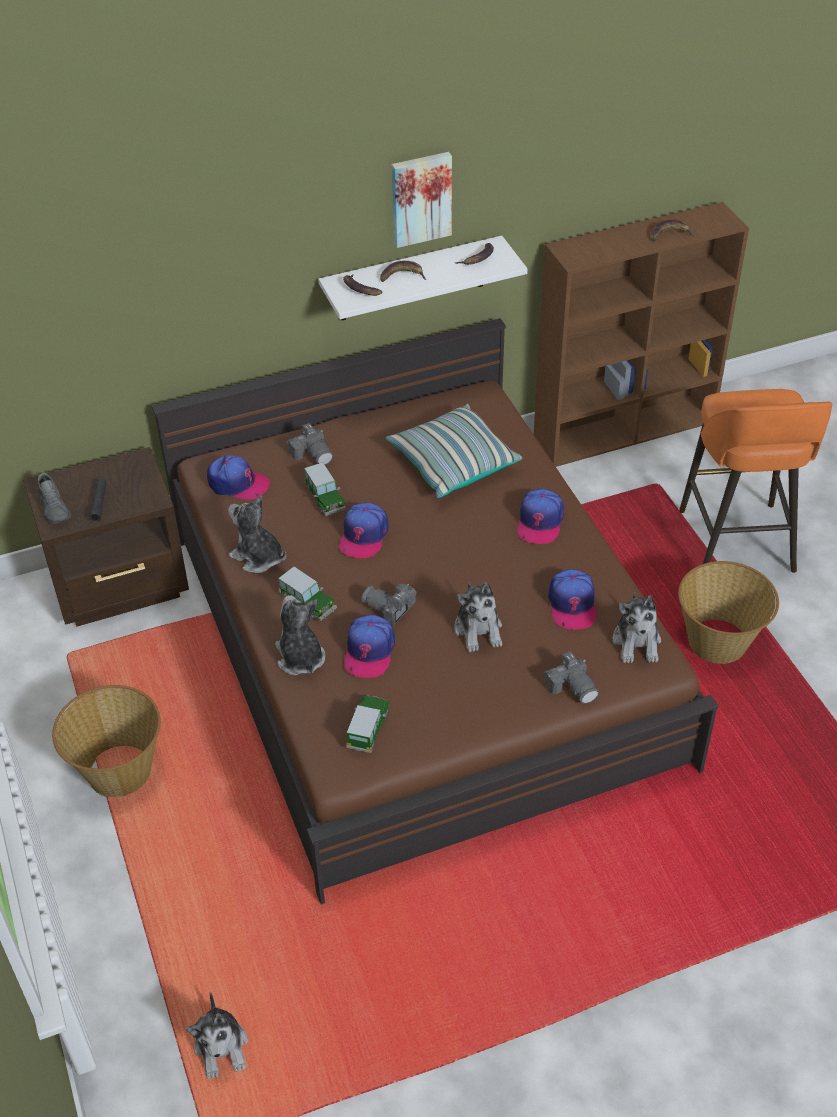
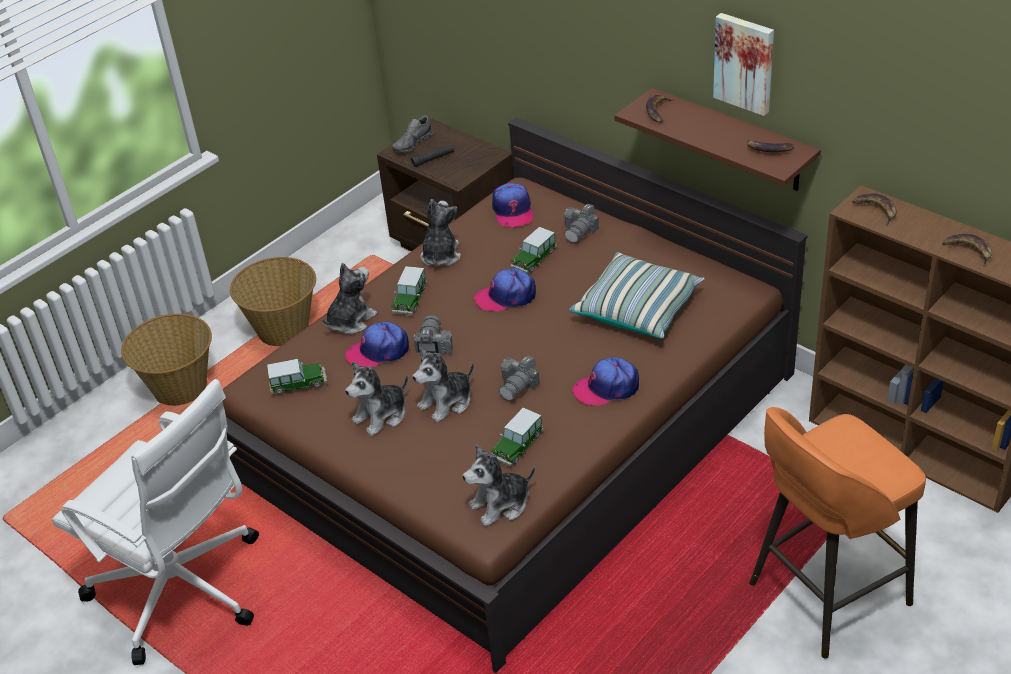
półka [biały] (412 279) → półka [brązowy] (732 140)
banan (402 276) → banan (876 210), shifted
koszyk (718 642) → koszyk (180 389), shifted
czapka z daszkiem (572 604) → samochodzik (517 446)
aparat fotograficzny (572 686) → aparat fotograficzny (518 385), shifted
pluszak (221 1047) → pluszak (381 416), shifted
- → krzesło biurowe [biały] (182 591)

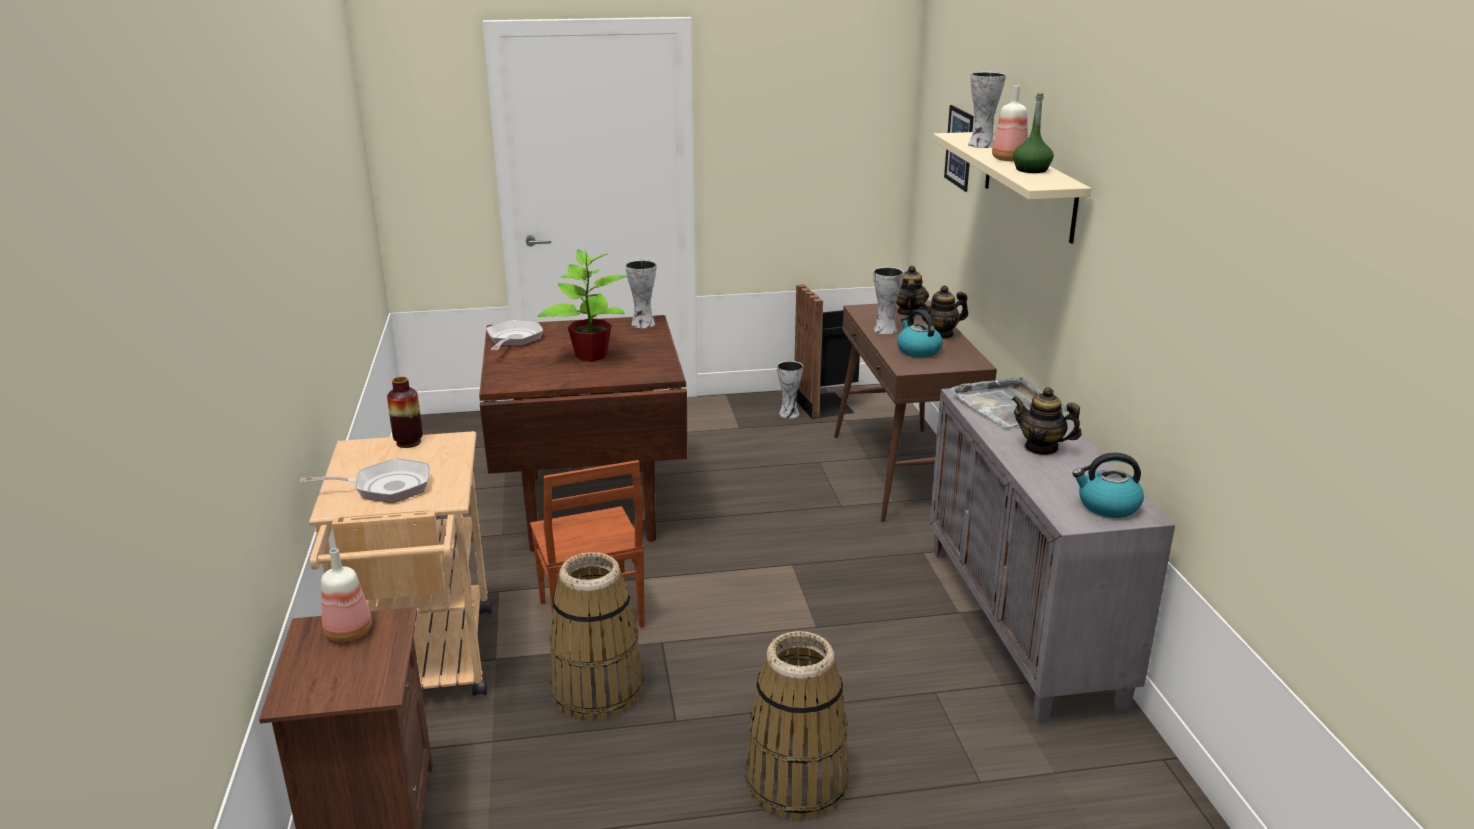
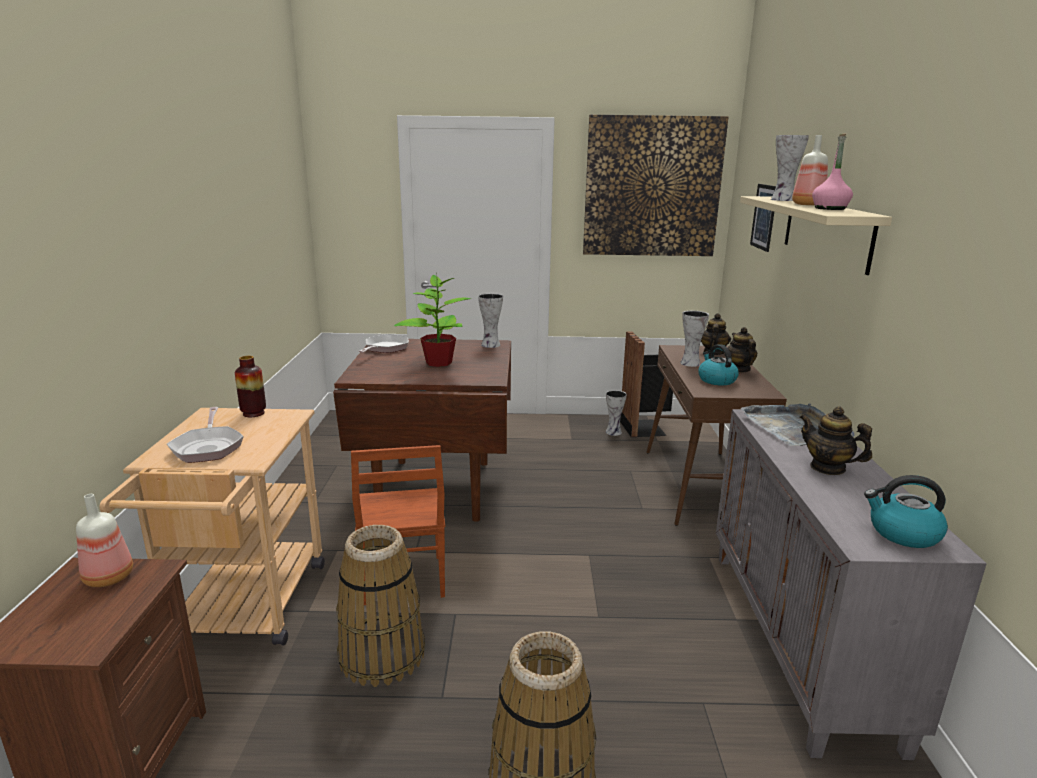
butelka [zielony] (1031 170) → butelka [różowy] (830 208)
imbryk (941 334) → imbryk (738 369), 90 degrees clockwise
patelnia (386 487) → patelnia (208 447), 75 degrees clockwise
- → obraz (652 187)

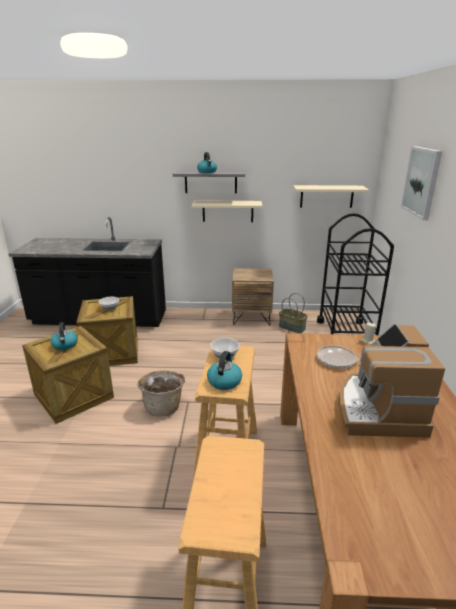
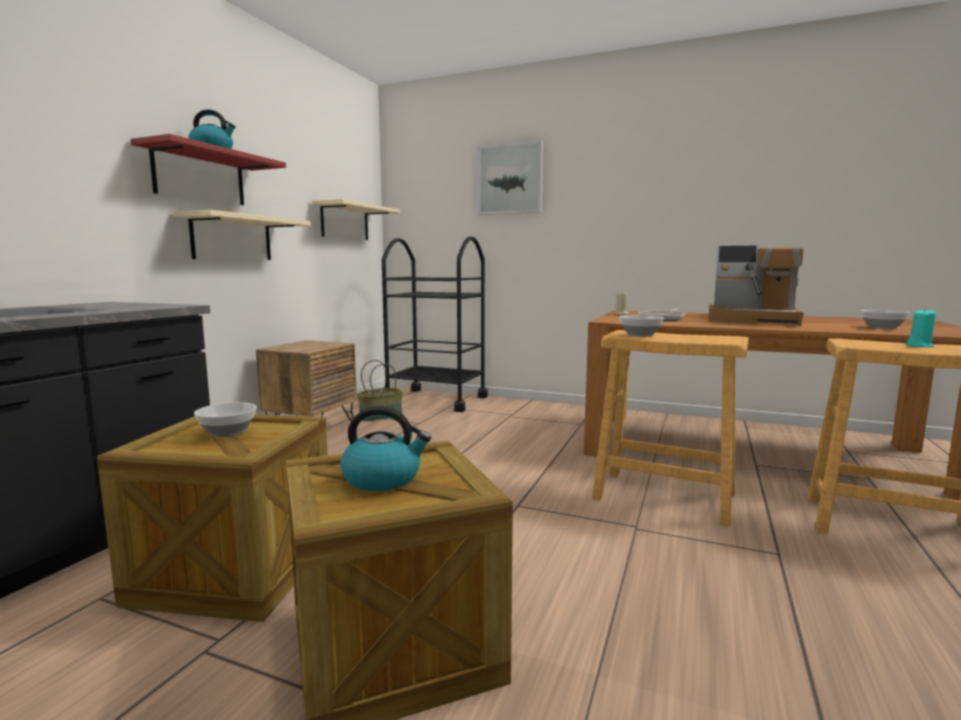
półka [szary] (210 182) → półka [czerwony] (200 176)
czajnik (224 381) → -
koszyk (163 406) → -
- → świeca [turkusowy] (919 346)
- → miska (883 328)

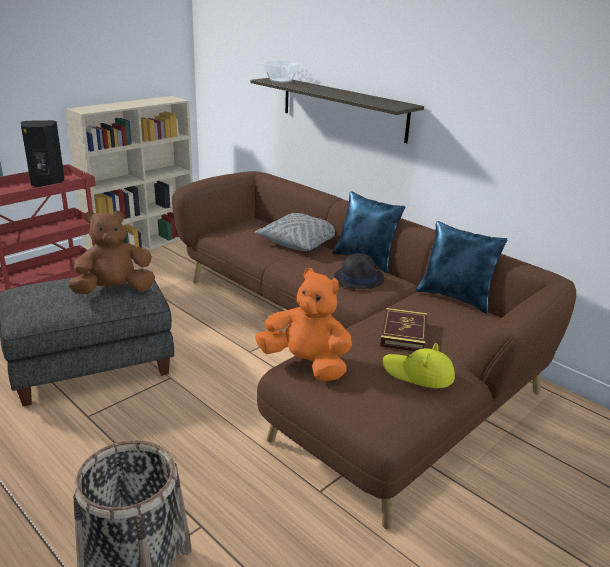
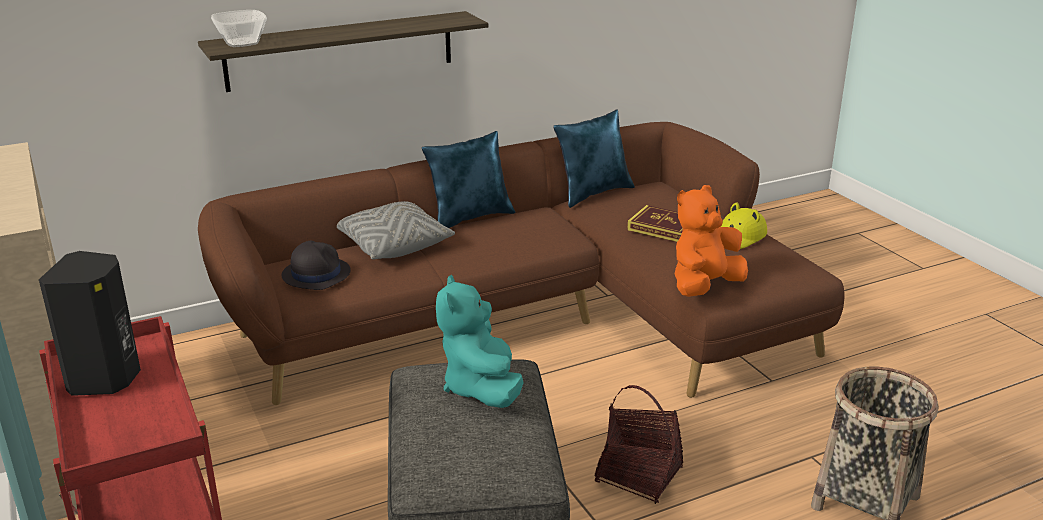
pluszak [brązowy] (114 290) → pluszak [turkusowy] (481 388)
kapelusz [czarny] (359 278) → kapelusz [czarny] (316 274), shifted
- → koszyk (639 475)

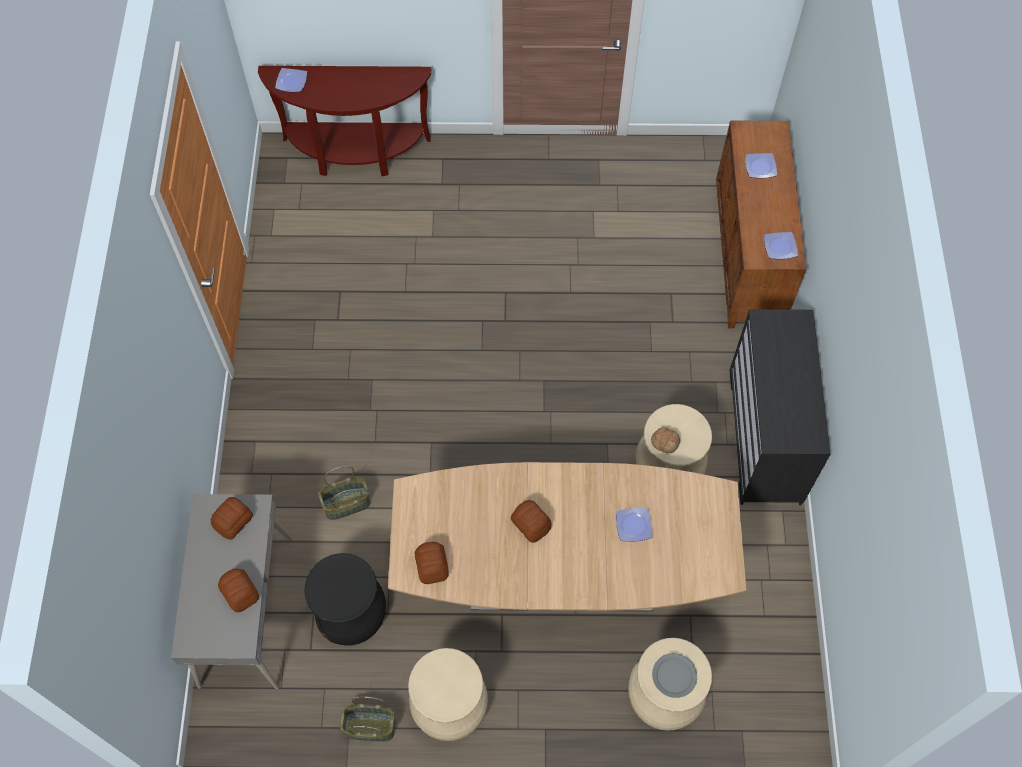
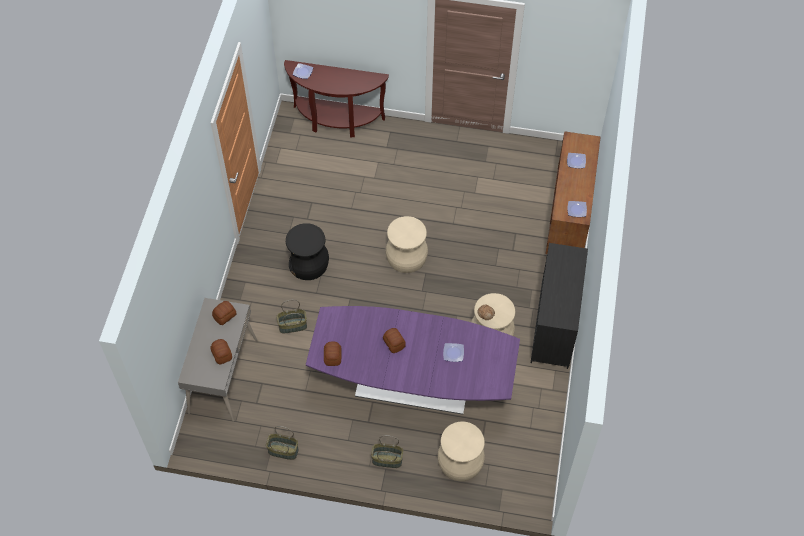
stół jadalny [brązowy] (562 575) → stół jadalny [fioletowy] (413 386)
stołek [czarny] (351 612) → stołek [czarny] (309 264), shifted
stołek [beżowy] (449 706) → stołek [beżowy] (406 257), shifted
talerz [szary] (674 675) → -
- → koszyk (387 460)

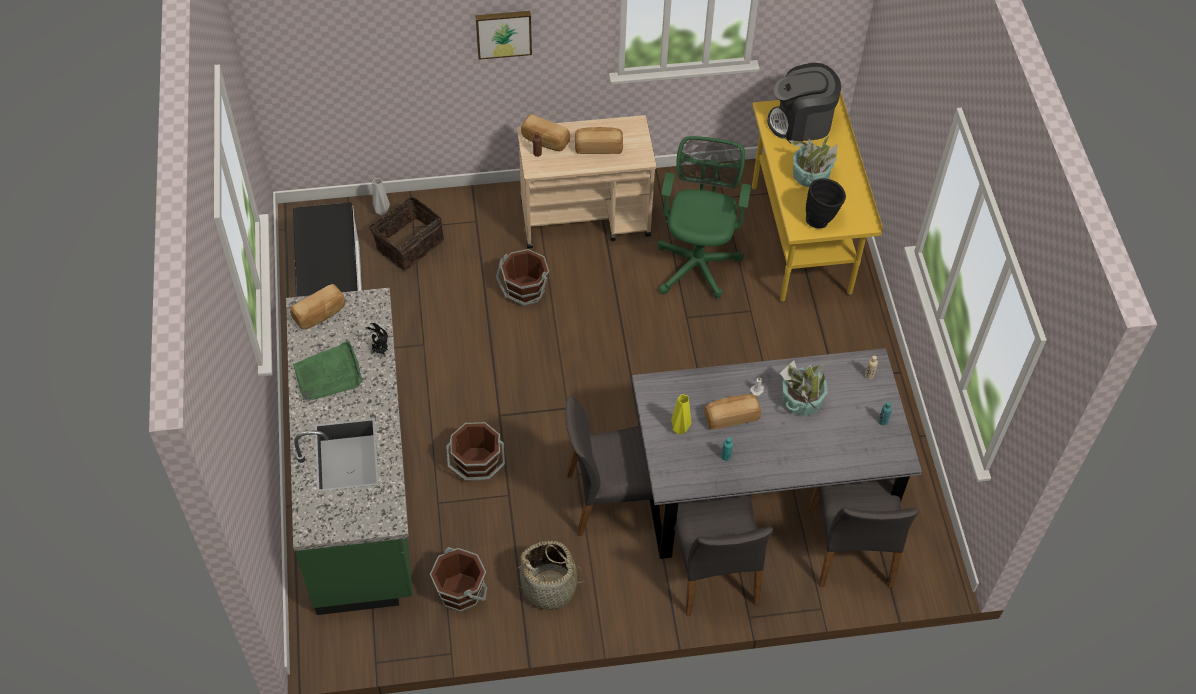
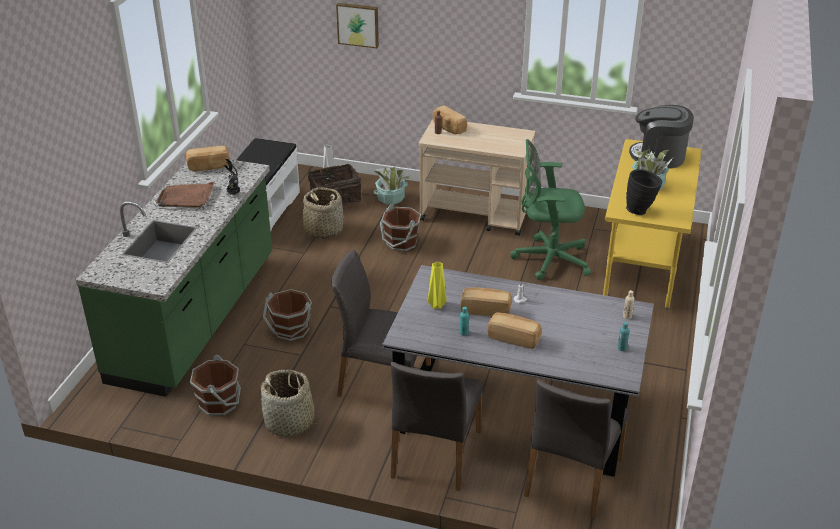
obraz (503 33) → obraz (358 24), shifted
chleb (598 147) → chleb (514 338), shifted
krzesło biurowe [zielony] (697 262) → krzesło biurowe [zielony] (548 259), 120 degrees counterclockwise
taca [zielony] (328 375) → taca [brązowy] (186 197)
roślina doniczkowa (801 400) → roślina doniczkowa (390 198), shifted
- → koszyk (323 230)

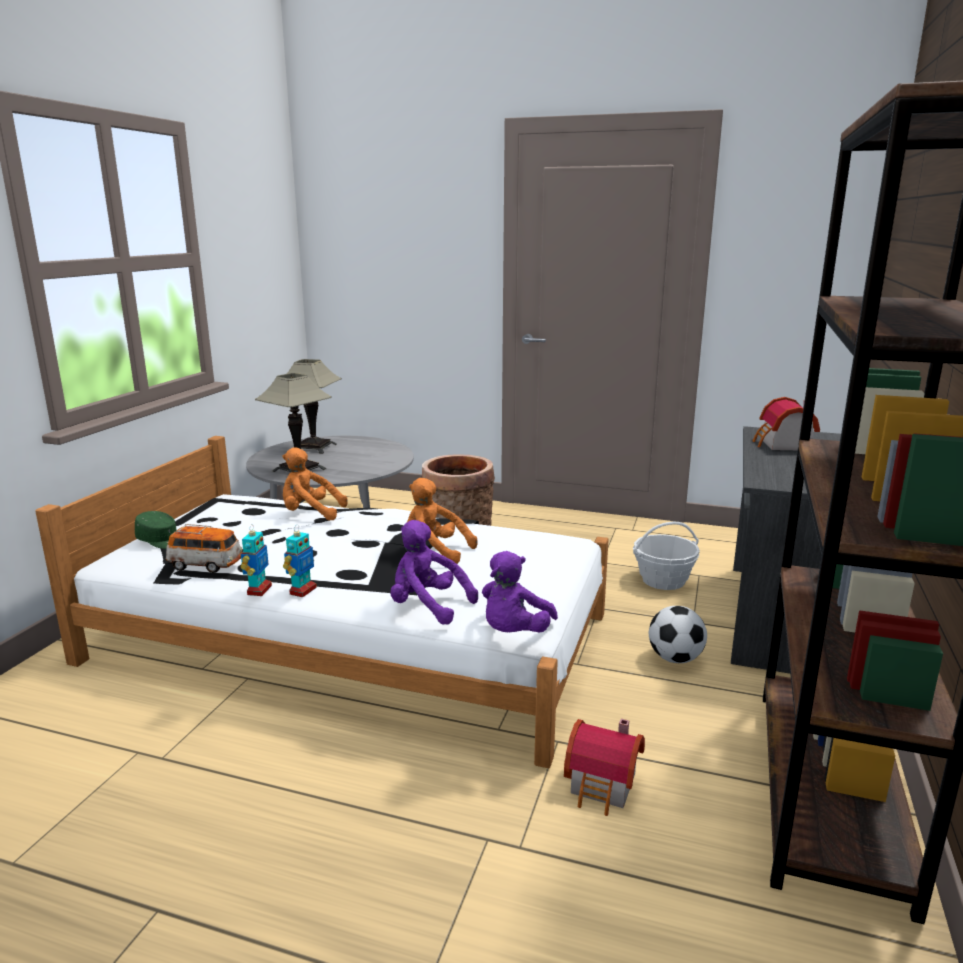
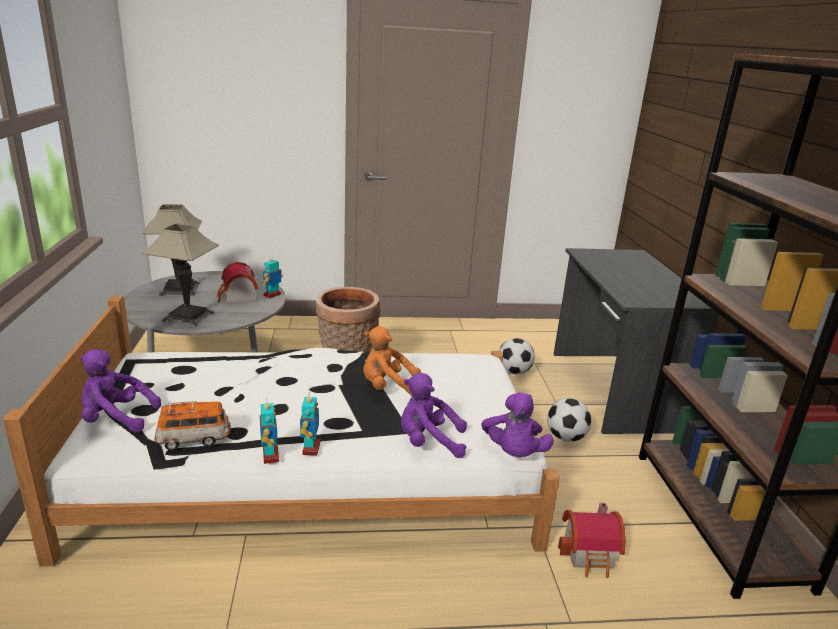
domek (782 445) → domek (237 298), shifted
pluszak [pomarańczowy] (310 513) → -
czapka z daszkiem [zielony] (160 541) → pluszak [fioletowy] (116 419)
koszyk (663 580) → piłka futbolowa (514 372)
- → robot zabawkowy (272 295)

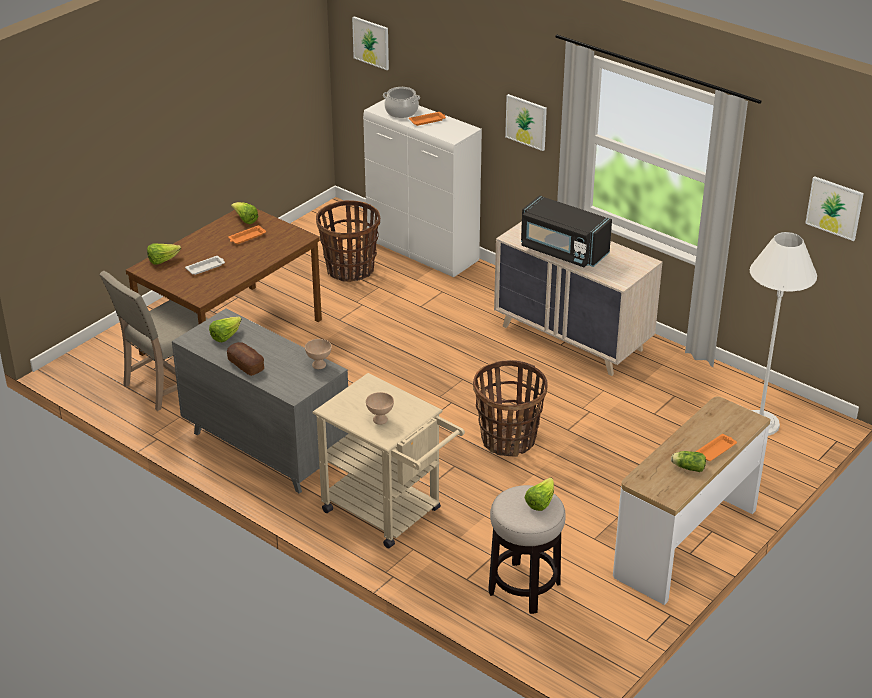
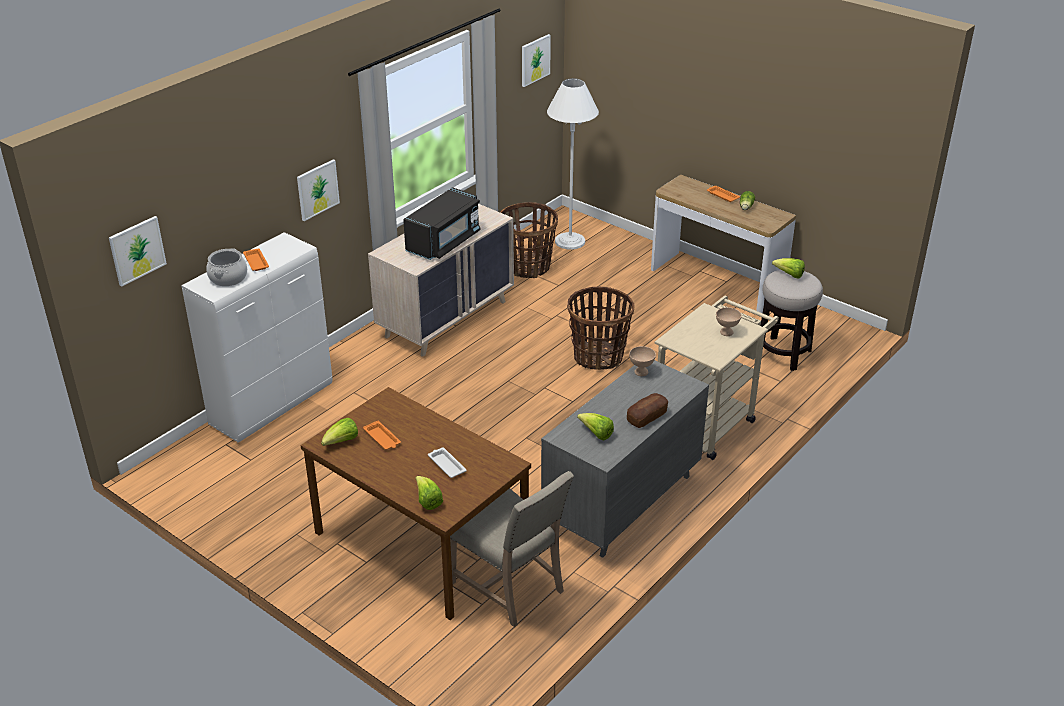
koszyk (350 270) → koszyk (528 267), shifted

